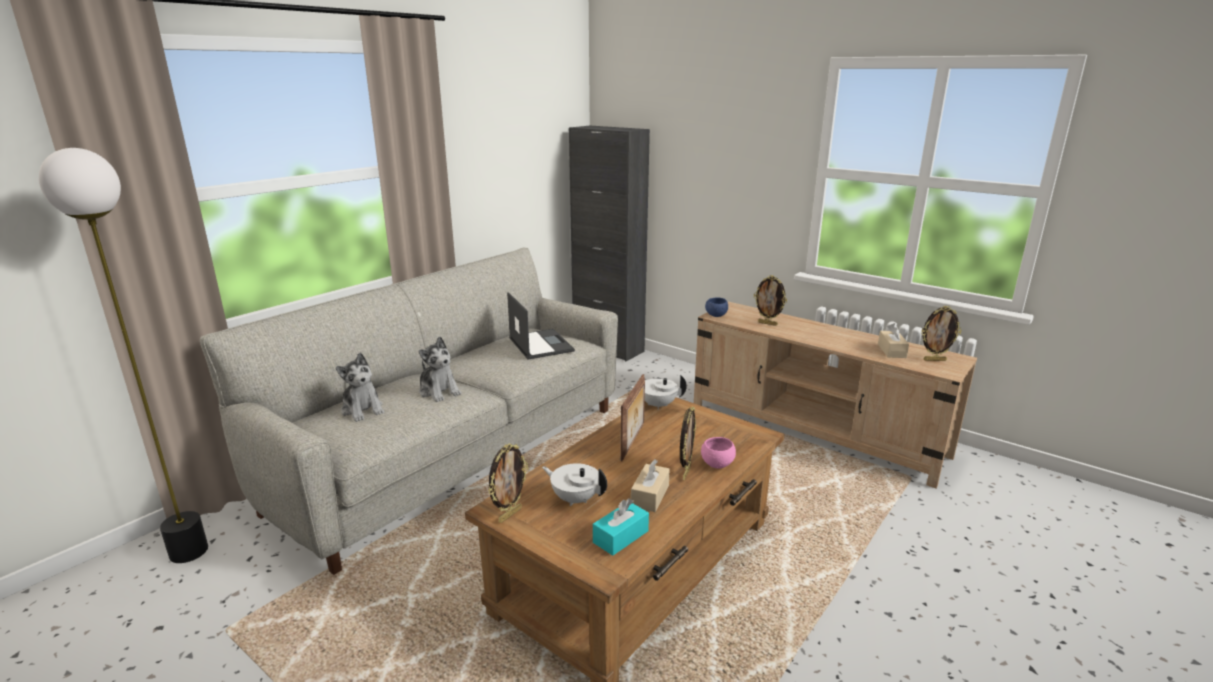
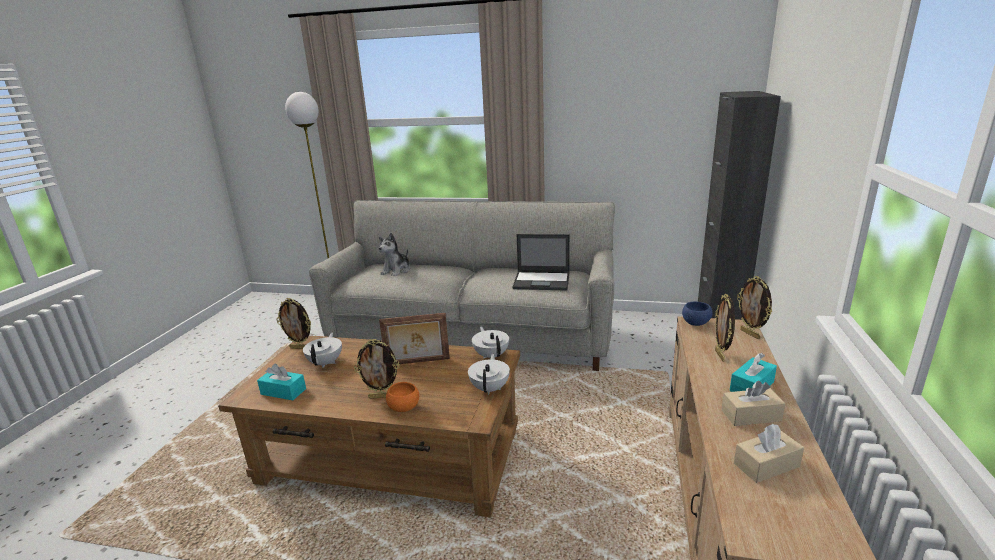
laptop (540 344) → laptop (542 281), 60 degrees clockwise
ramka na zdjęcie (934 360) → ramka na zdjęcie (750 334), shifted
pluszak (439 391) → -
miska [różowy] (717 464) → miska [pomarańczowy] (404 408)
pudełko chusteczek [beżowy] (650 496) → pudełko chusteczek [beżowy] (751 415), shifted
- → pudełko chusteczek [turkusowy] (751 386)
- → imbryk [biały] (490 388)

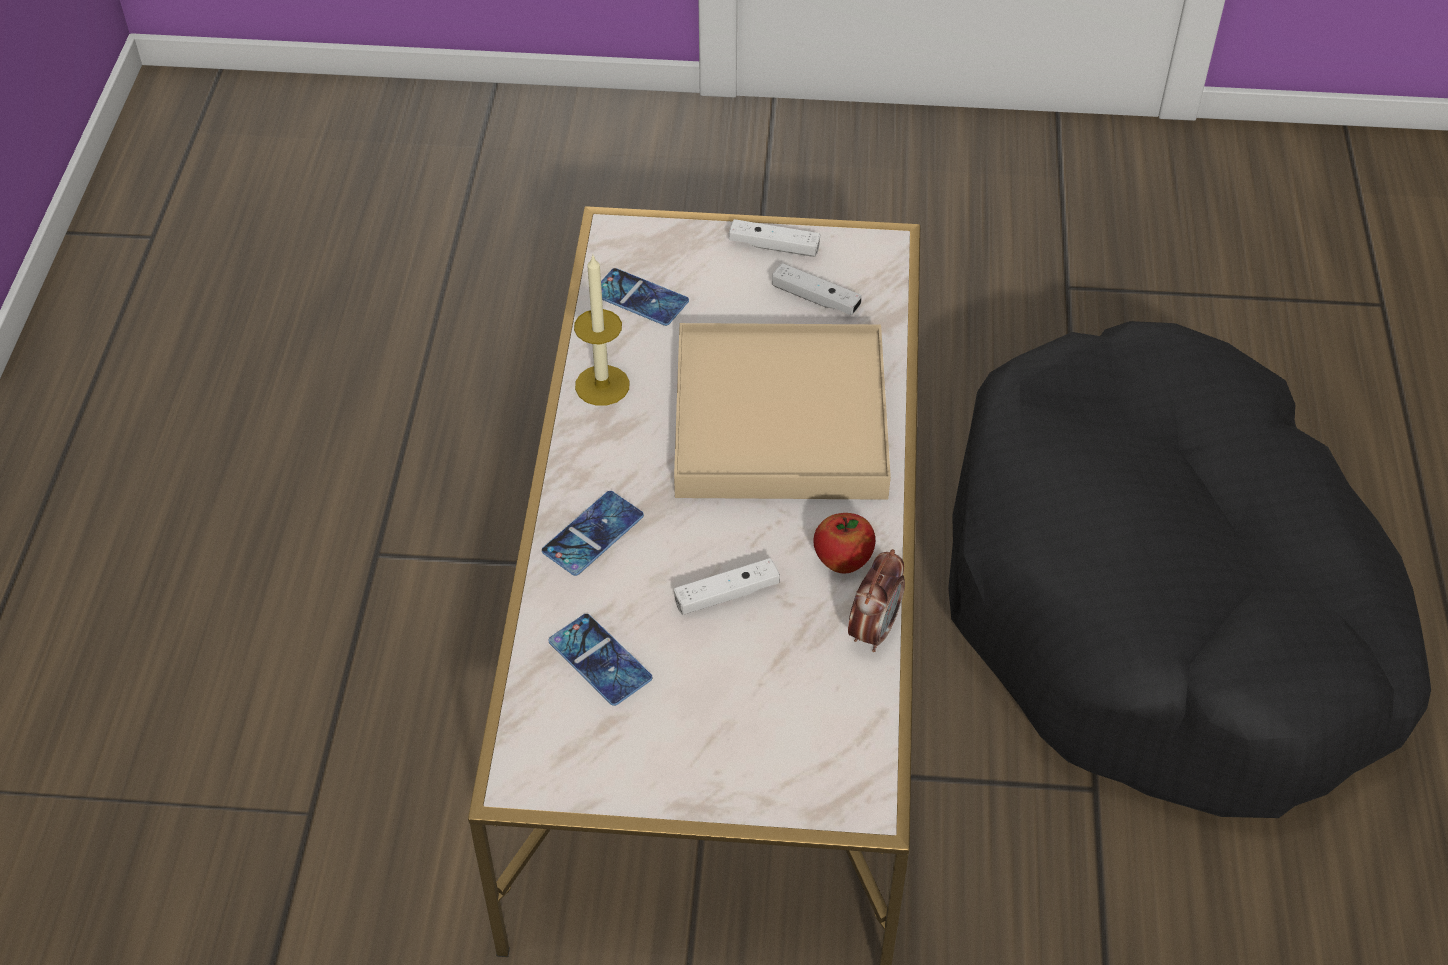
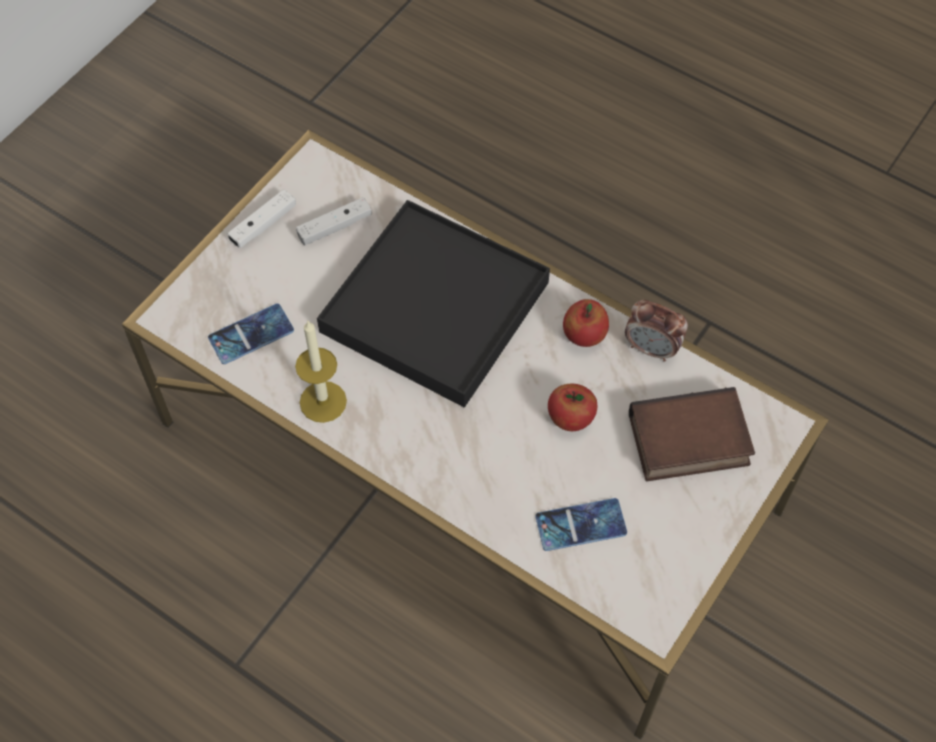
legowisko [czarny] (1163 606) → -
taca [beżowy] (779 420) → taca [czarny] (435 308)
telefon (593 534) → -
budzik (873 630) → budzik (651 348), 150 degrees clockwise
pad do gier [biały] (726 594) → jabłko (570 418)
- → książka (687 443)

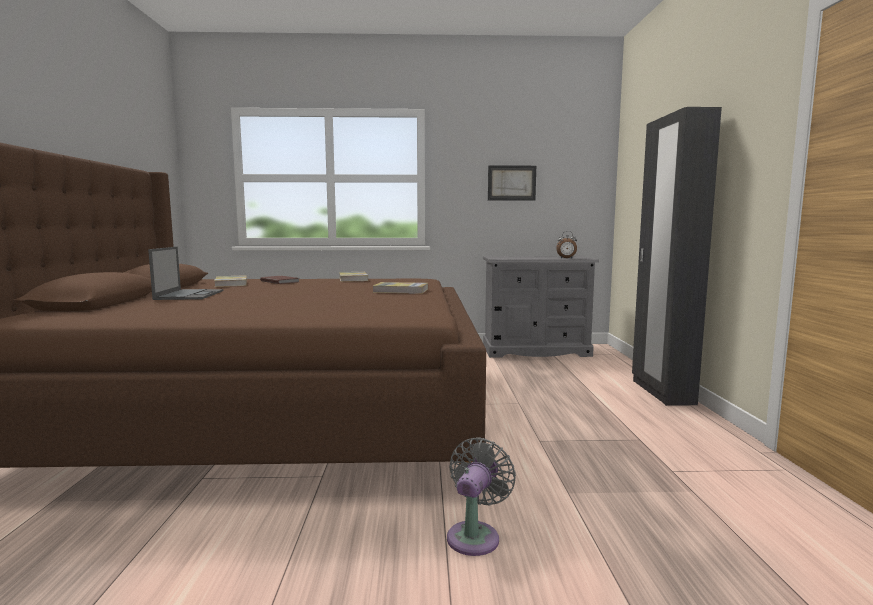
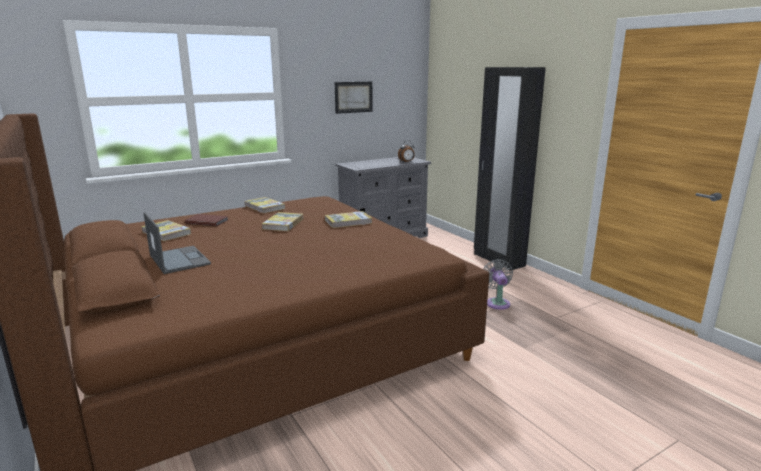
wentylator [szary] (475 535) → wentylator [szary] (497 302), shifted
- → książka (283 224)

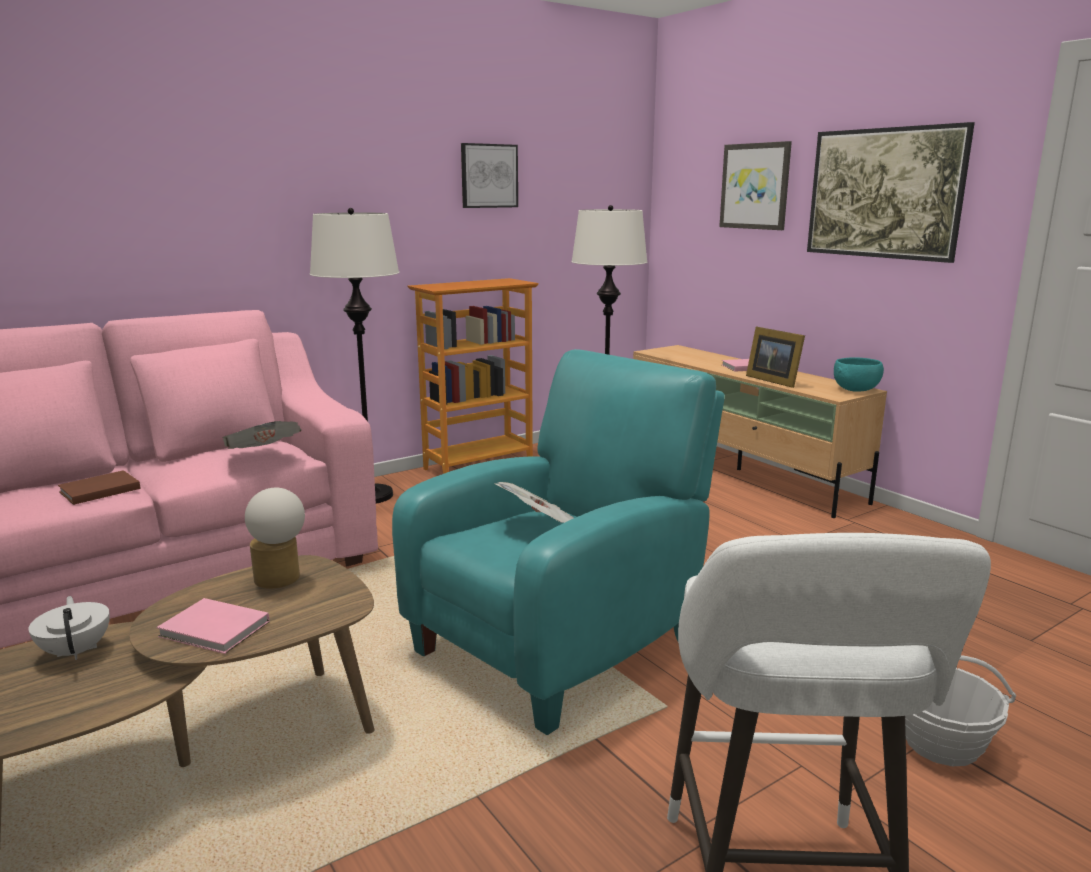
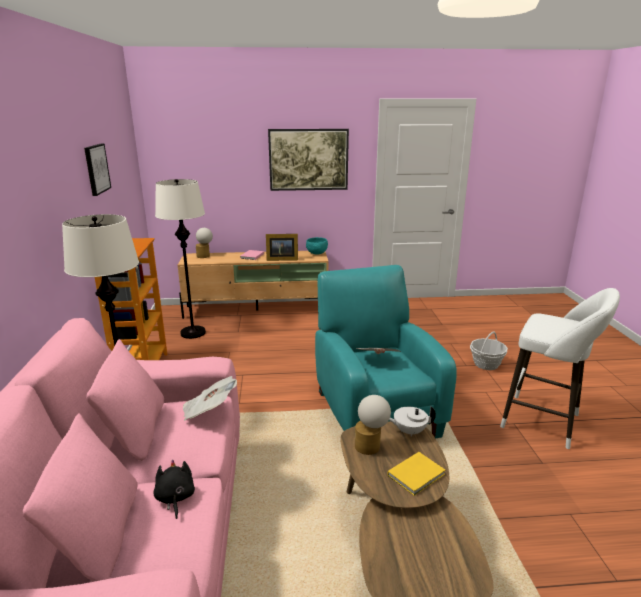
obraz (755 186) → -
książka [brązowy] (97 490) → pluszak [czarny] (175 498)
imbryk [biały] (76 651) → imbryk [biały] (409 431), shifted
książka [różowy] (215 630) → książka [żółty] (417 474)
- → lampa stołowa (205 256)

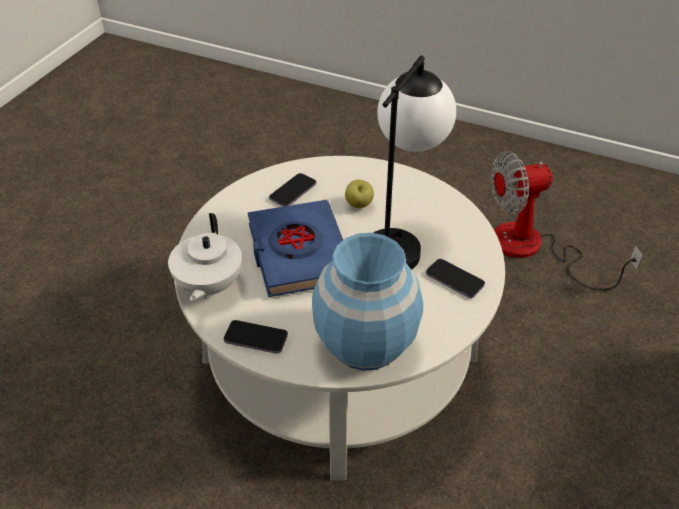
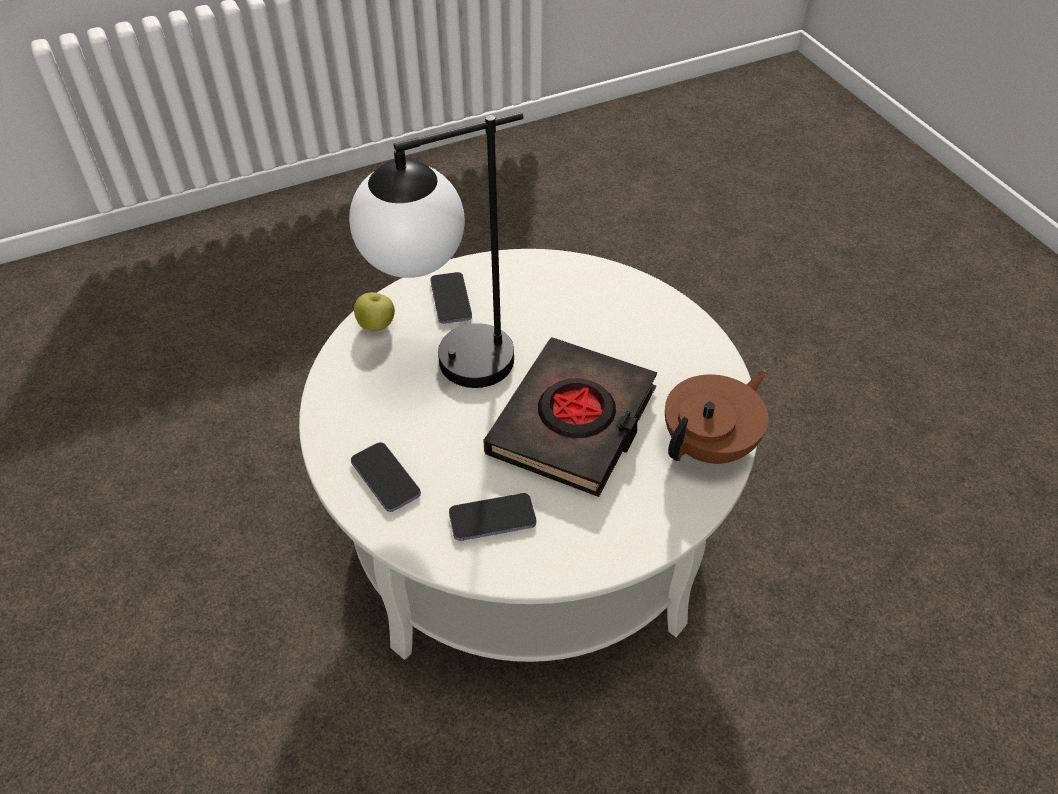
wentylator (533 249) → -
jabłko (359 205) → jabłko (376 325), shifted
książka [niebieski] (298 253) → książka [czarny] (573 422)
imbryk [biały] (208 286) → imbryk [brązowy] (710 445)
wazon [niebieski] (366 343) → -
telefon (256 338) → telefon (385 478), shifted

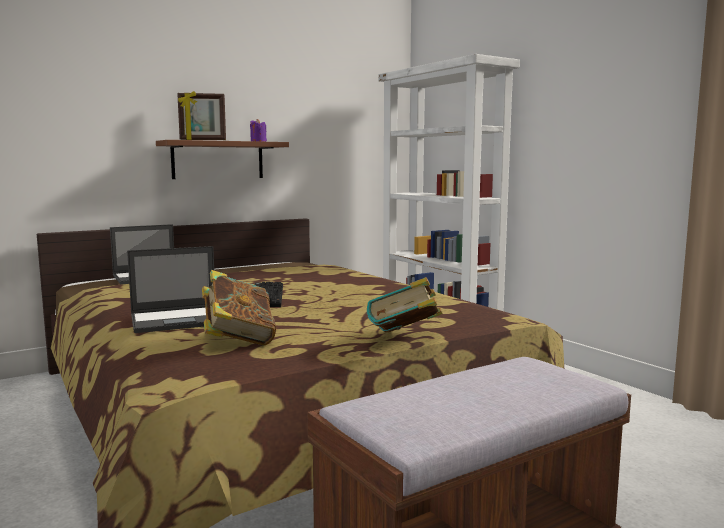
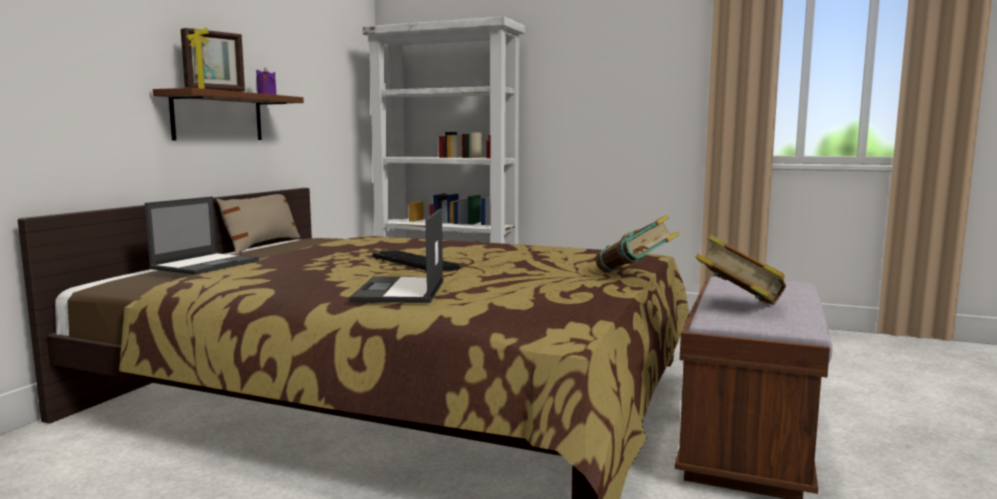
laptop (179 320) → laptop (400 291), 150 degrees clockwise
książka (238 340) → książka (739 305), shifted
- → poduszka [beżowy] (262 245)

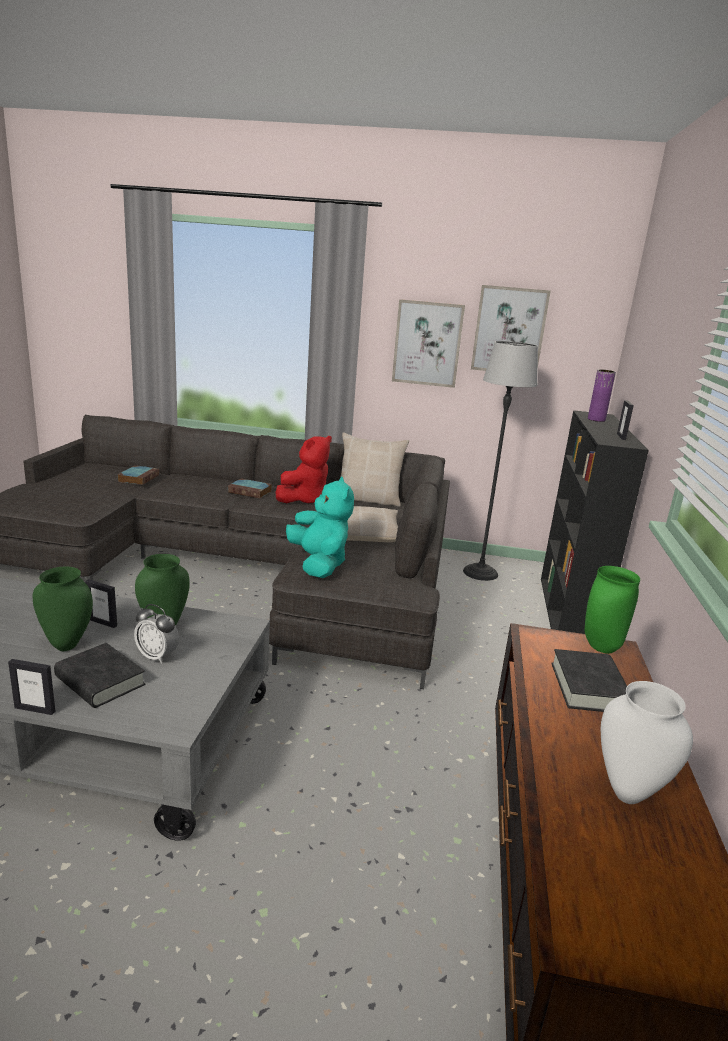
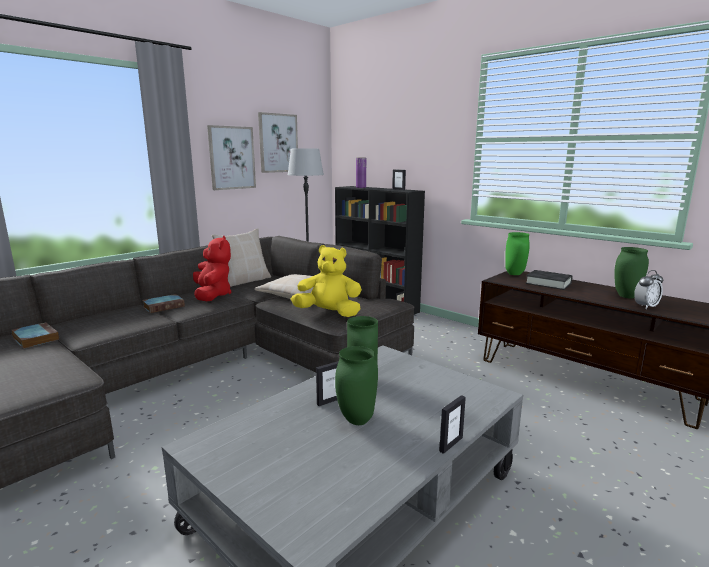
pluszak [turkusowy] (319 564) → pluszak [żółty] (329 313)
budzik (157 656) → budzik (645 306), shifted
książka [czarny] (100 681) → -
wazon [biały] (629 792) → wazon [zielony] (625 296)

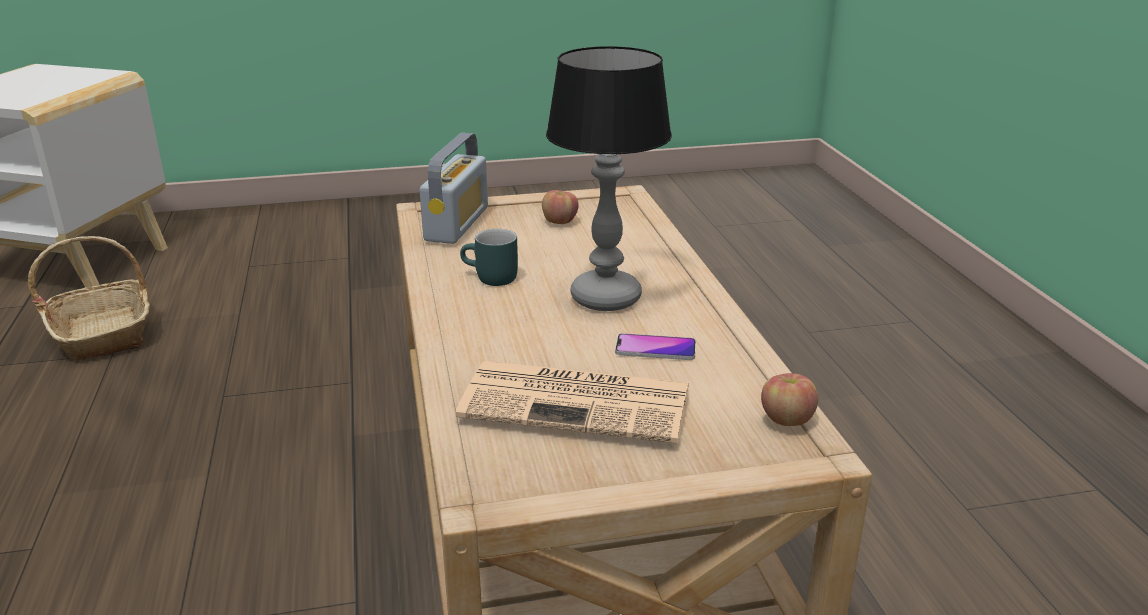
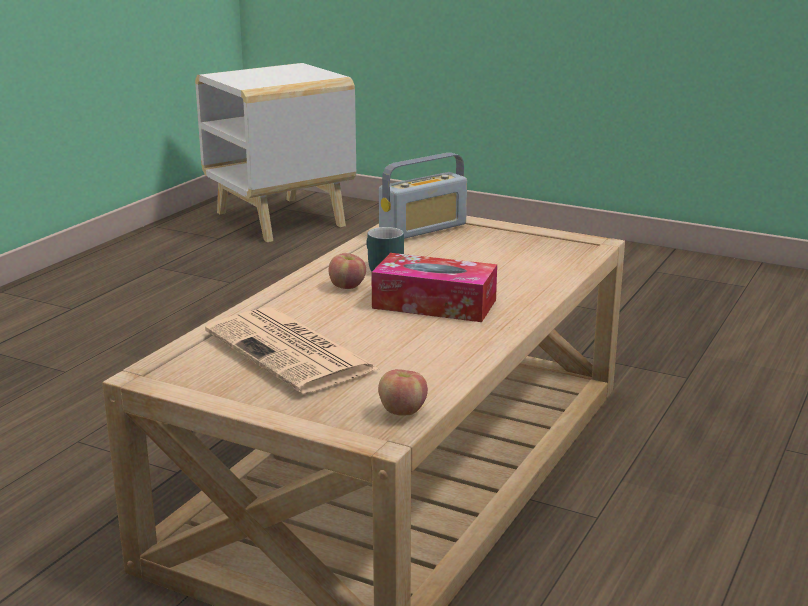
lampa stołowa (605 298) → pudełko chusteczek (434 304)
jabłko (559 222) → jabłko (347 287), shifted
koszyk (104 333) → -
telefon (655 348) → -

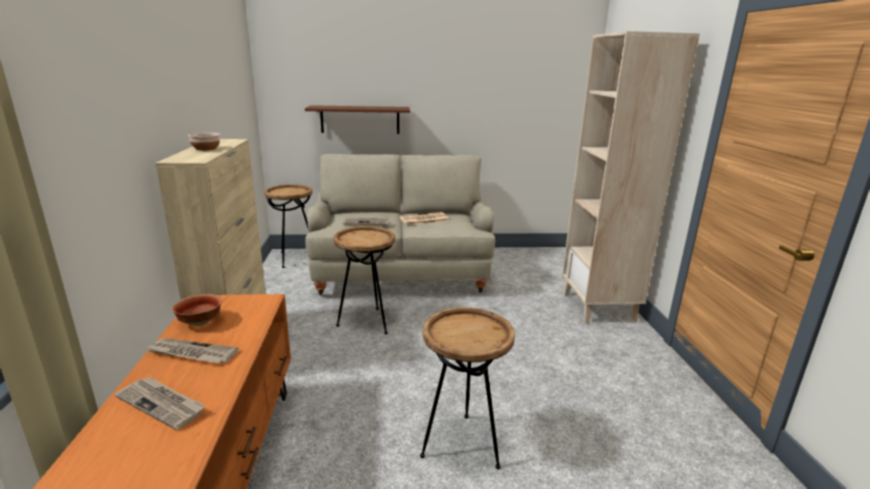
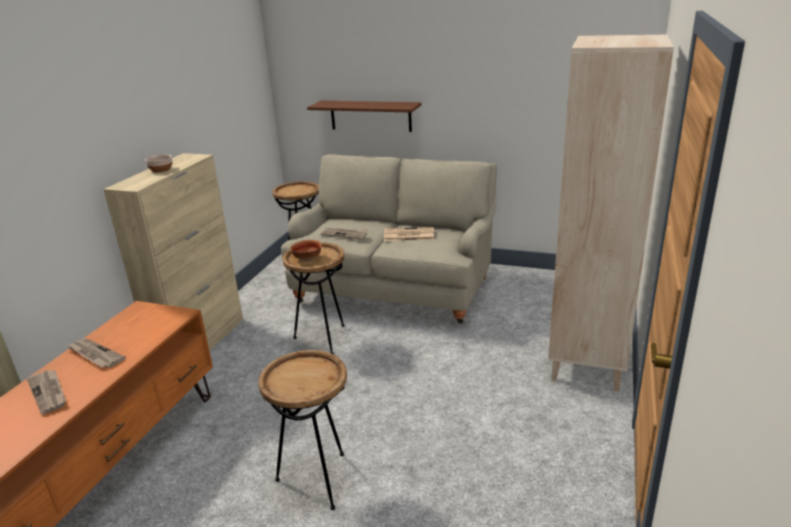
miska (199 322) → miska (307 259), shifted

